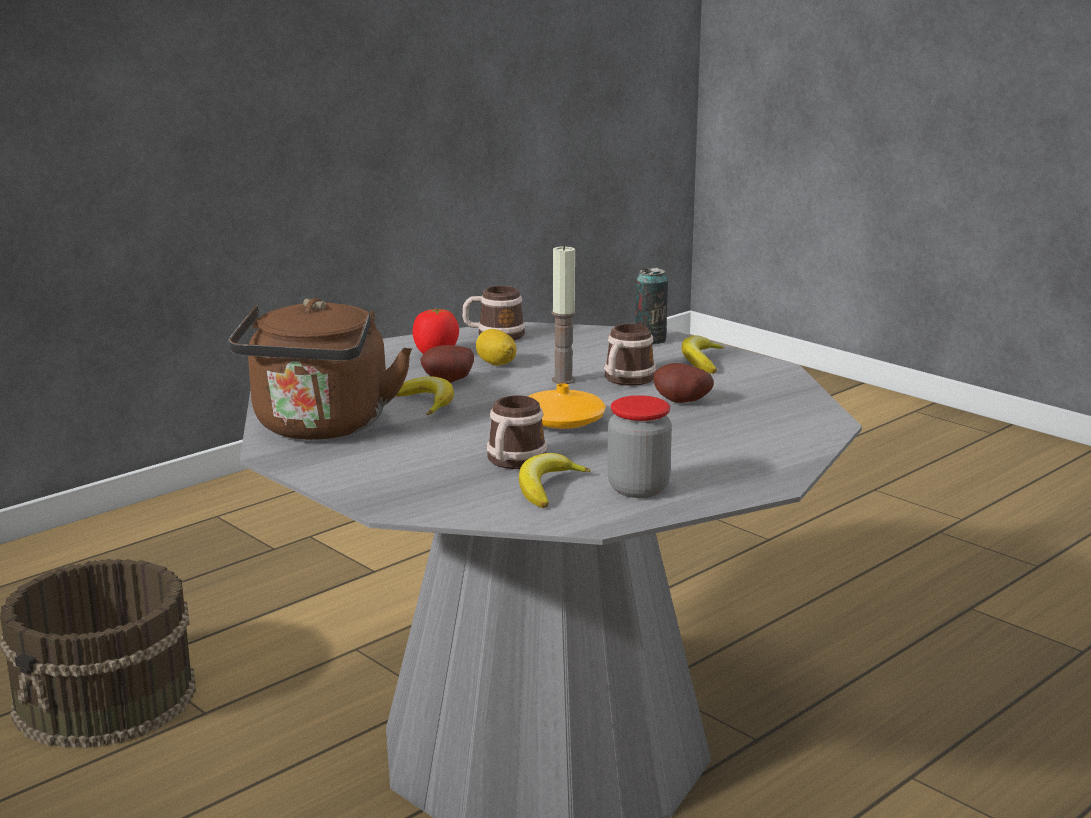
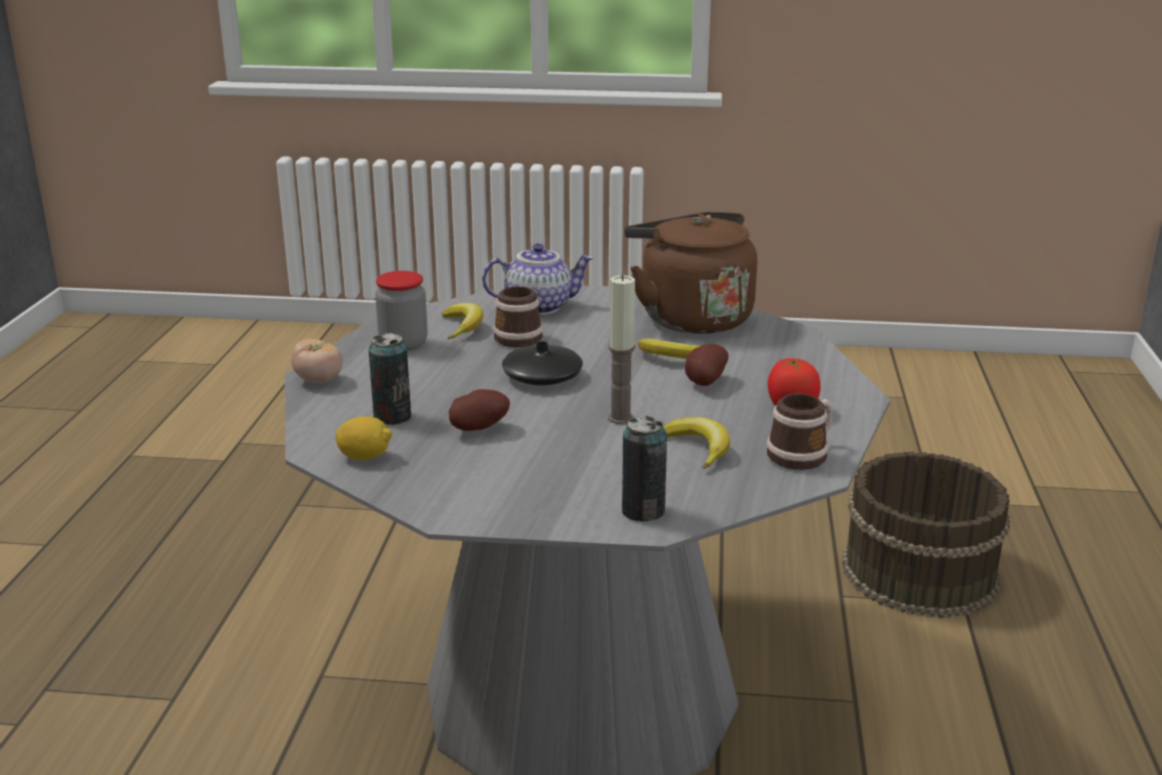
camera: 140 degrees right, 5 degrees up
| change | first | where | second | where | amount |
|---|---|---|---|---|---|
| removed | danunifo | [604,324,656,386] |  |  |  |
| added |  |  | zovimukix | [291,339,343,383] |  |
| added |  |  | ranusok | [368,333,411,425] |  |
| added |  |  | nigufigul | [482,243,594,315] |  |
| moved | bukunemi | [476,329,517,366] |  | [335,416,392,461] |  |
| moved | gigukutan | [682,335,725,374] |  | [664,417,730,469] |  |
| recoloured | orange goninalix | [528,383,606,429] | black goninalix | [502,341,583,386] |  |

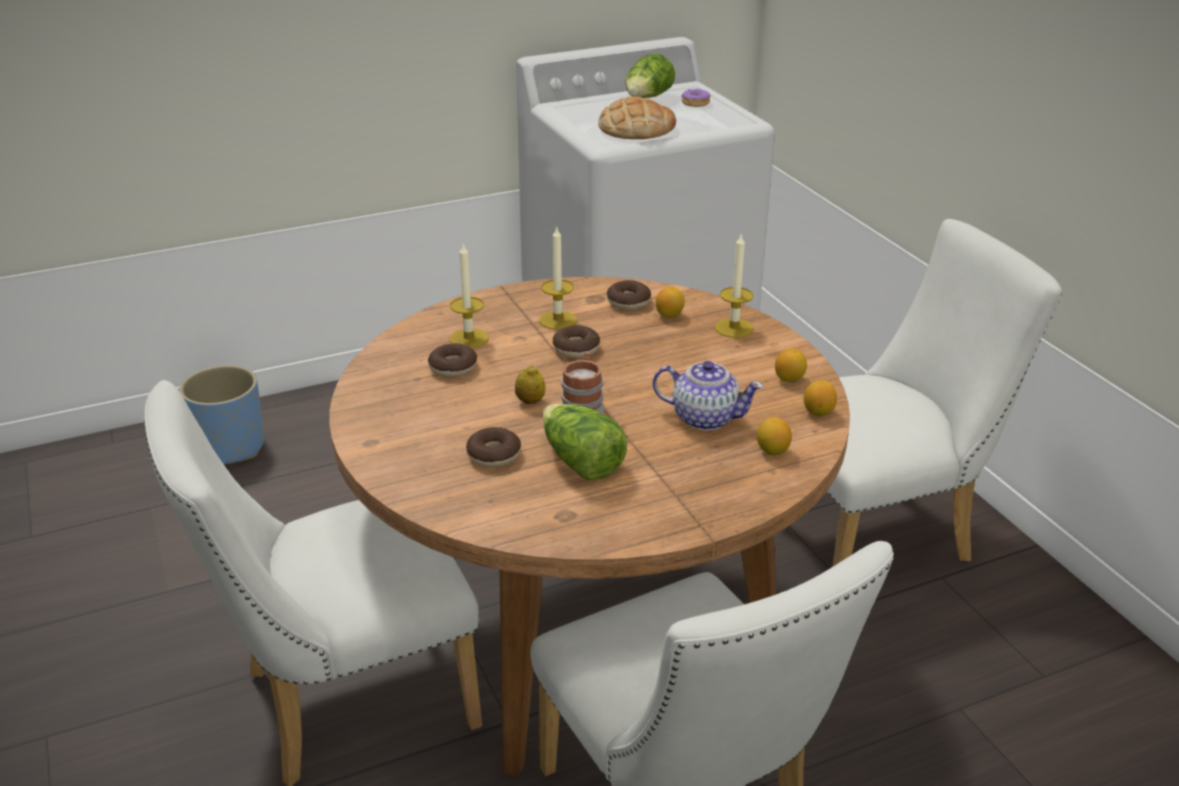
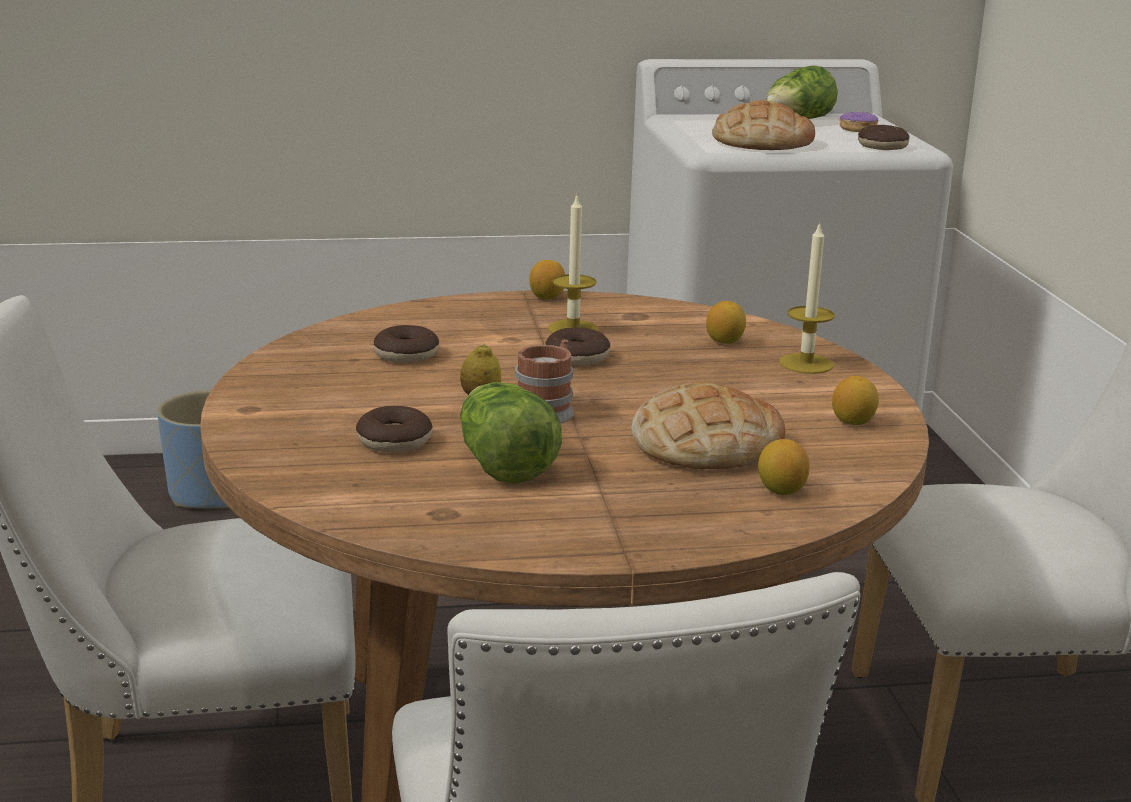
camera: 15 degrees right, 10 degrees down
| change | first | where | second | where | amount |
|---|---|---|---|---|---|
| removed | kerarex | [450,244,488,348] |  |  |  |
| moved | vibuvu | [607,280,651,310] |  | [858,125,909,150] |  |
| moved | bukunemi | [804,380,837,416] |  | [529,260,565,300] |  |
| replaced | nigufigul | [653,361,764,431] | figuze | [631,381,785,469] |  |

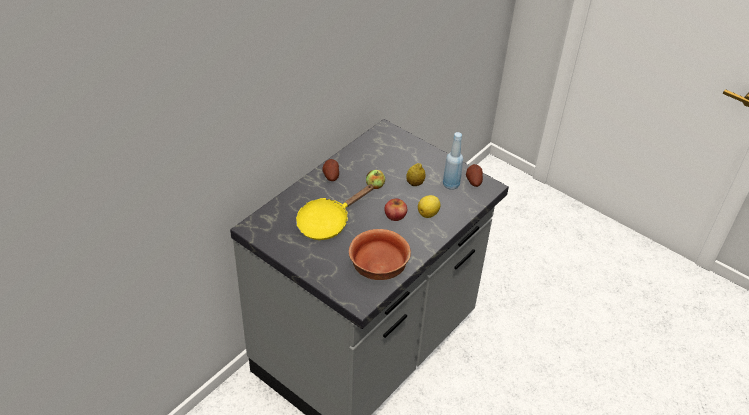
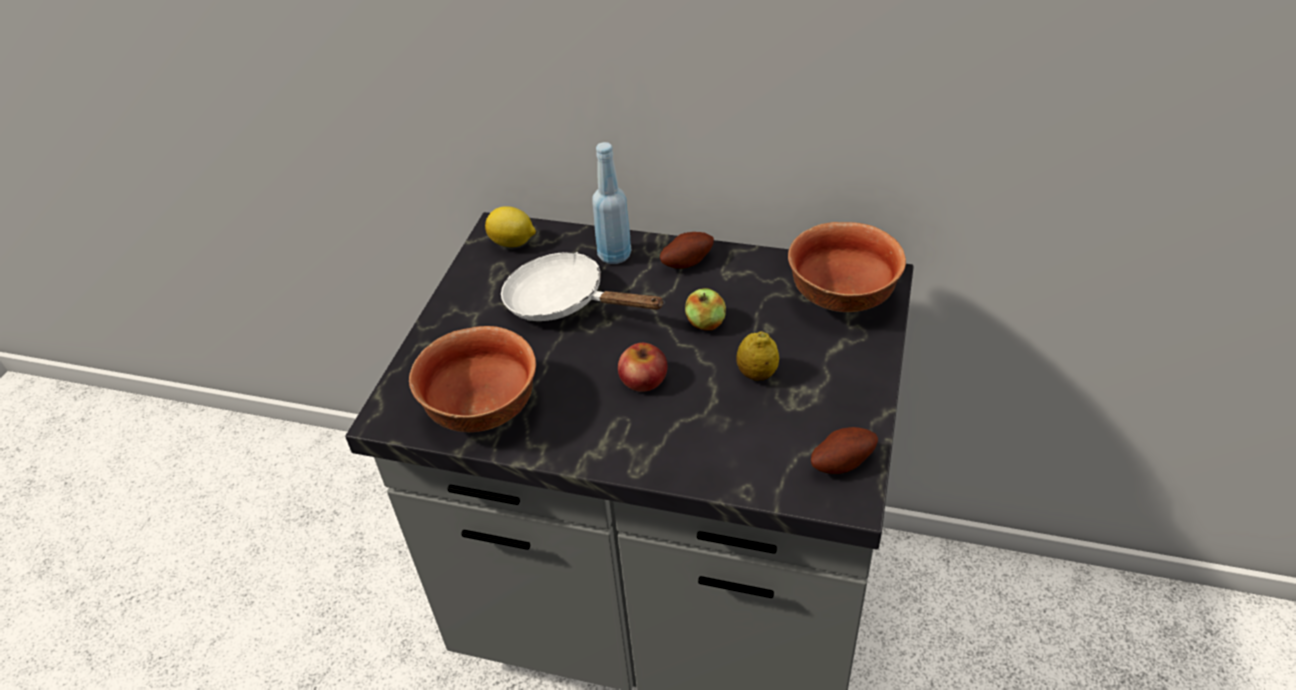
camera: 70 degrees right, 0 degrees up
| change | first | where | second | where | amount |
|---|---|---|---|---|---|
| added |  |  | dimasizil | [788,222,906,312] |  |
| moved | bukunemi | [418,195,441,218] |  | [485,206,536,247] |  |
| moved | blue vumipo | [443,132,463,190] |  | [592,142,631,264] |  |
| recoloured | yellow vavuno | [296,184,374,240] | white vavuno | [501,252,665,321] |  |

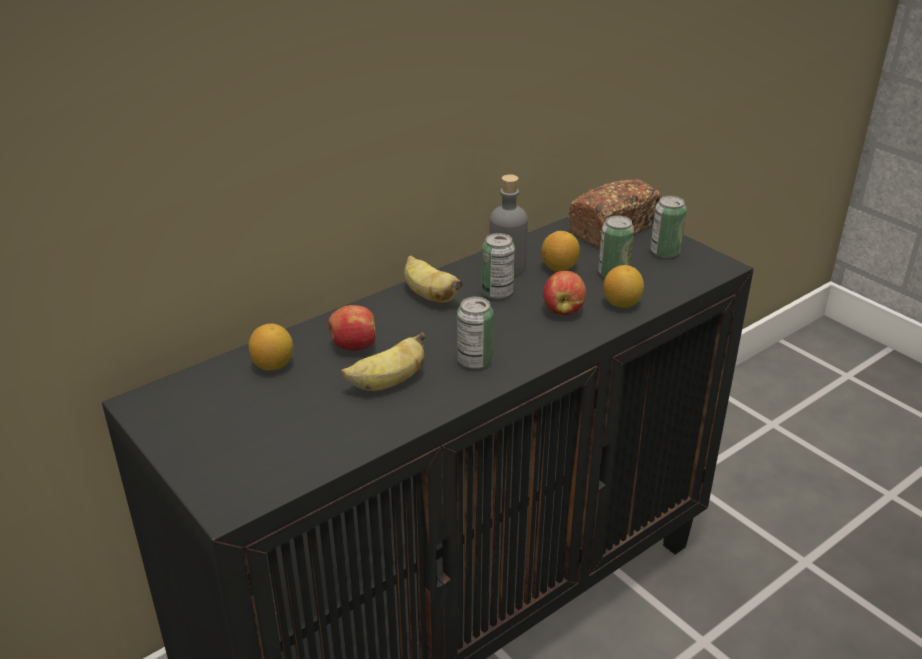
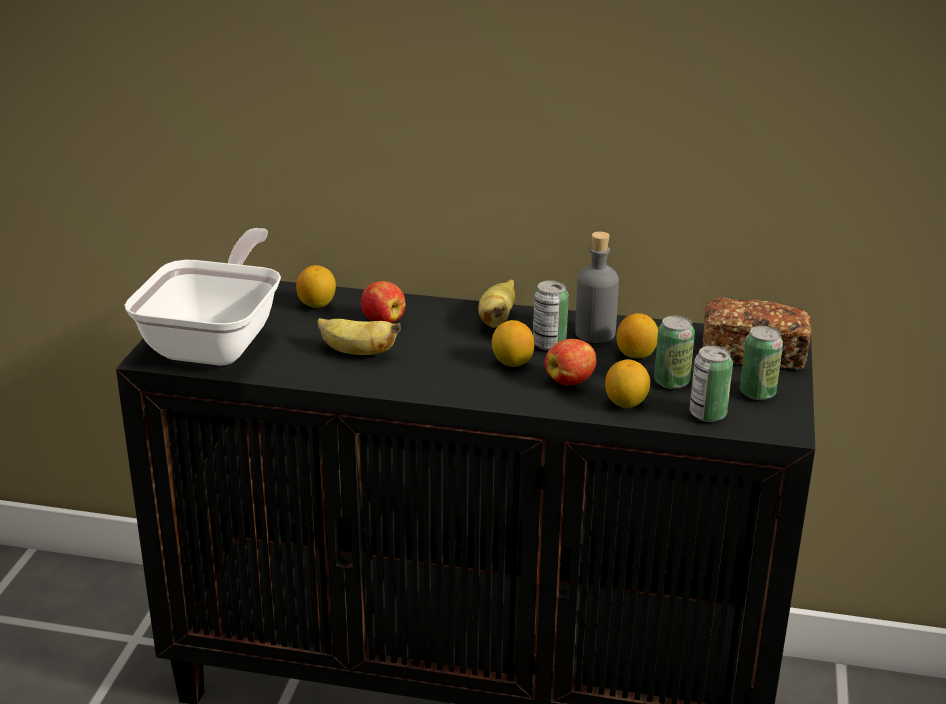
camera: 50 degrees right, 5 degrees down
| change | first | where | second | where | amount |
|---|---|---|---|---|---|
| added |  |  | vavuno | [125,228,281,365] |  |
| added |  |  | bukunemi | [492,320,535,367] |  |
| moved | ranusok | [457,297,494,369] |  | [690,346,733,422] |  |

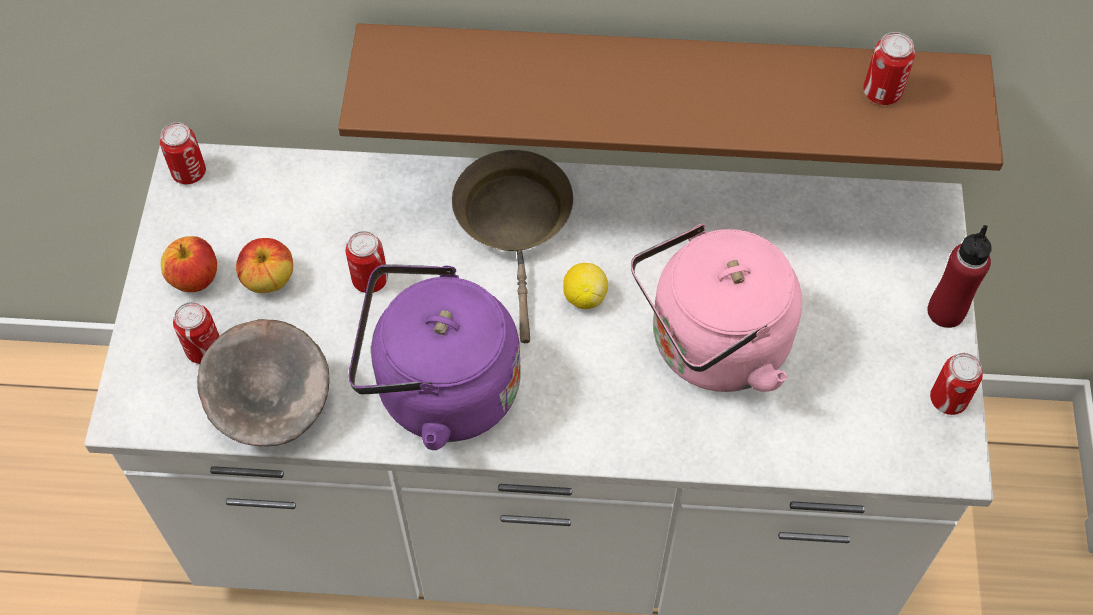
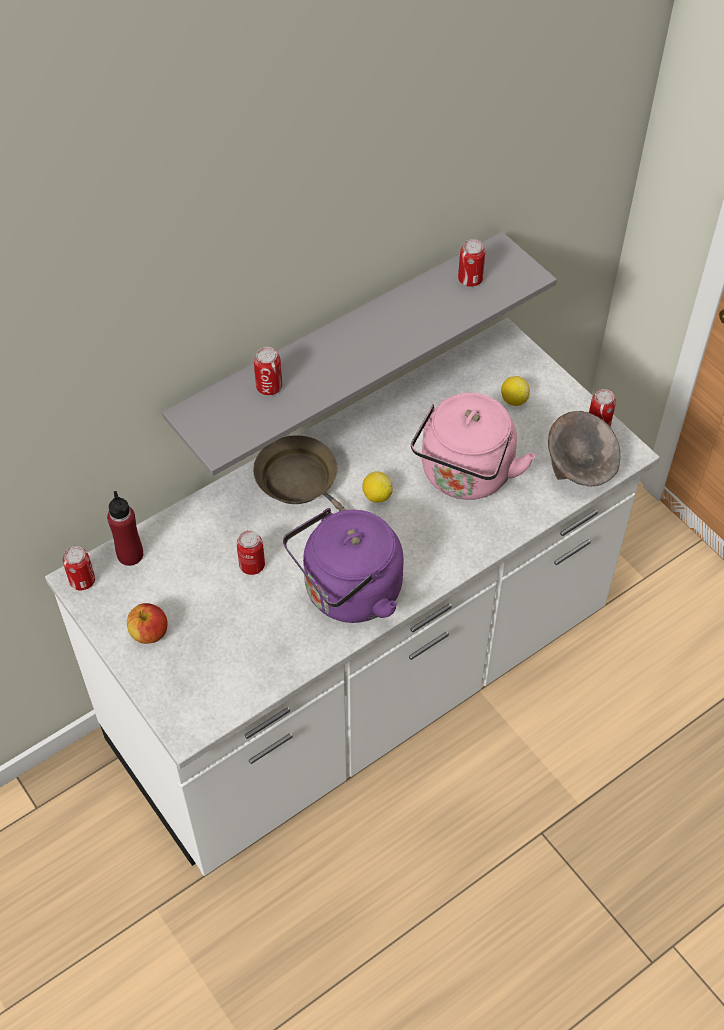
camera: 40 degrees left, 5 degrees down
| change | first | where | second | where | amount |
|---|---|---|---|---|---|
| removed | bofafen | [236,238,293,293] |  |  |  |
| added |  |  | bukunemi | [501,376,530,406] |  |
| moved | ranusok | [173,302,219,364] |  | [254,347,282,395] |  |
| moved | grey dimasizil | [197,319,330,446] |  | [548,411,620,486] |  |
| moved | red vumipo | [927,225,992,328] |  | [107,491,143,566] |  |
| recoloured | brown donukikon | [338,23,1004,171] | grey donukikon | [162,232,557,476] |  |

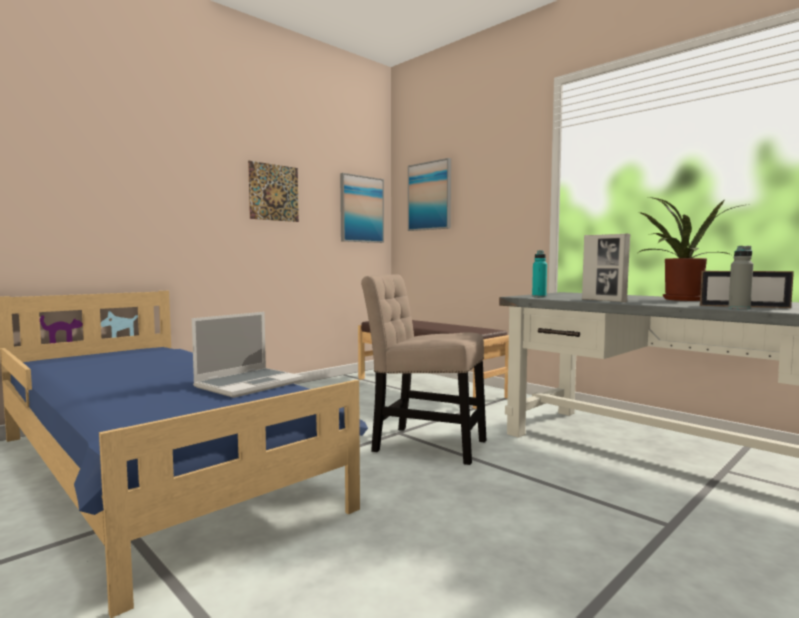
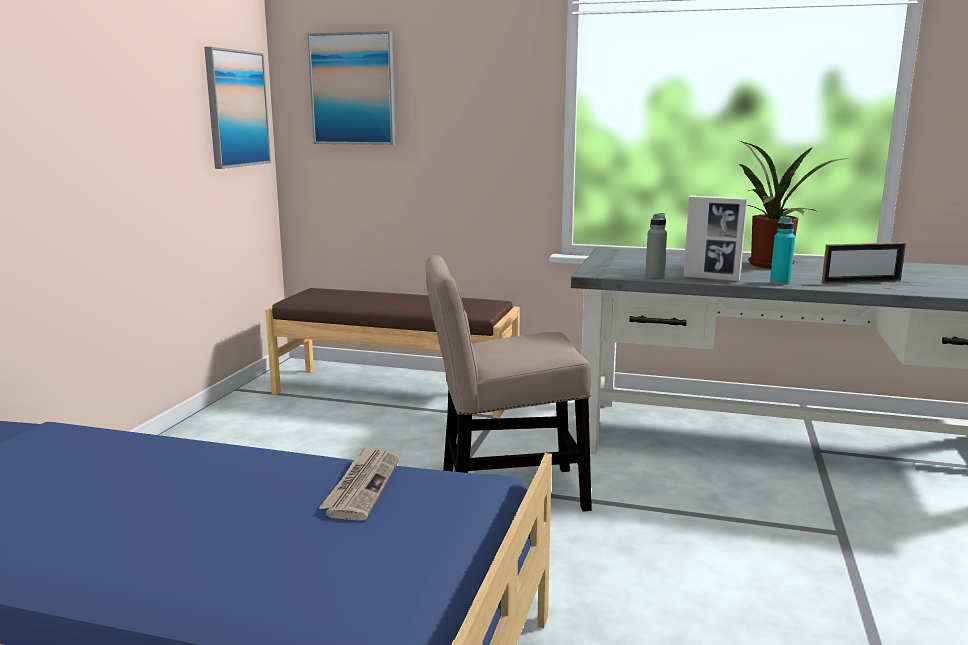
camera: 30 degrees left, 10 degrees up
| change | first | where | second | where | amount |
|---|---|---|---|---|---|
| removed | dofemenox | [248,161,299,222] |  |  |  |
| moved | turquoise vumipo | [532,250,547,297] |  | [770,216,795,285] |  |
| moved | grey vumipo | [728,246,753,310] |  | [645,213,667,279] |  |
| replaced | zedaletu | [192,312,303,398] | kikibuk | [319,446,400,521] |  |

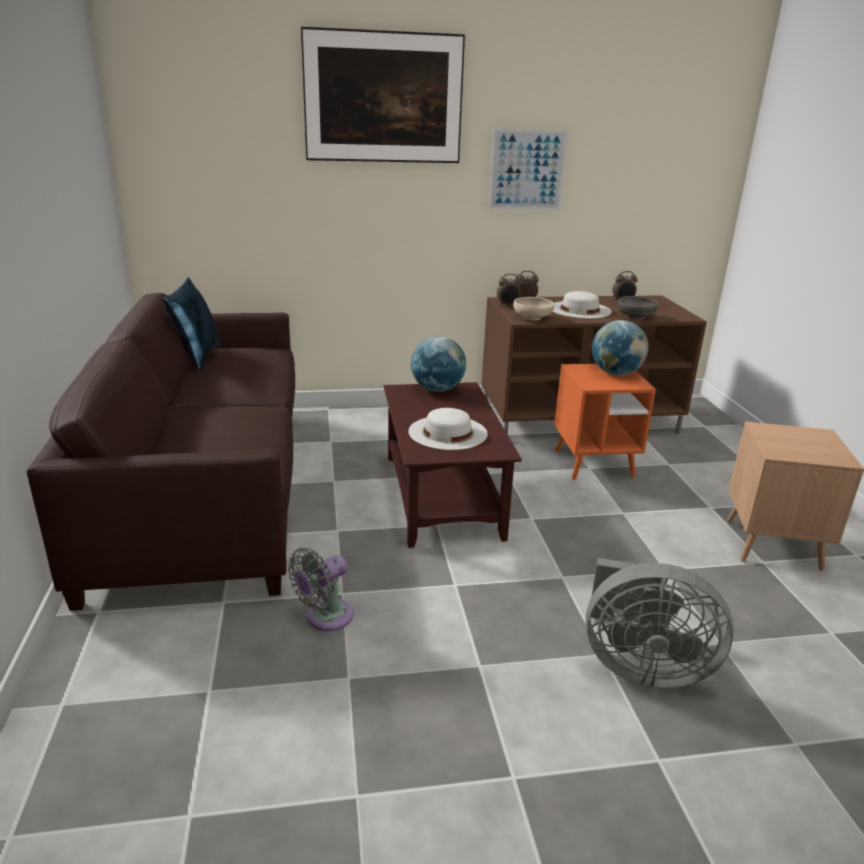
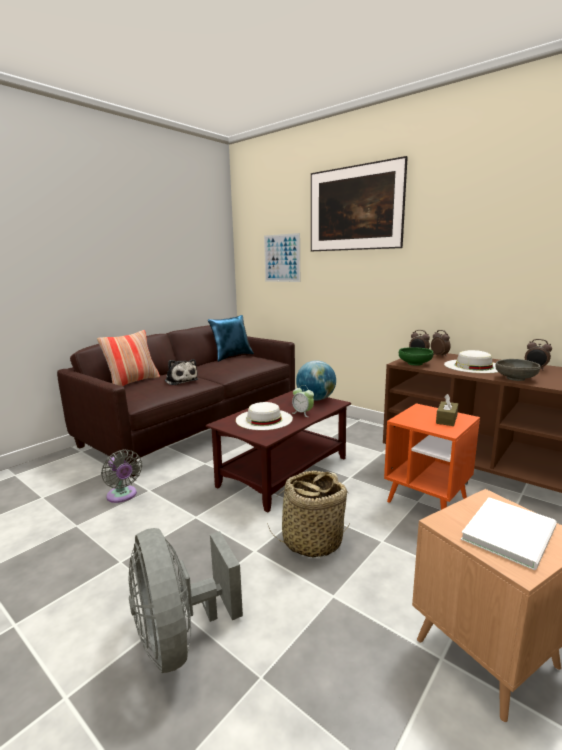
camera: 50 degrees right, 10 degrees down
| change | first | where | second | where | amount |
|---|---|---|---|---|---|
| added |  |  | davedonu | [97,330,160,386] |  |
| added |  |  | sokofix | [165,359,198,385] |  |
| added |  |  | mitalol | [267,471,349,558] |  |
| added |  |  | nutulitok | [292,385,314,417] |  |
| added |  |  | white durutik | [461,497,557,570] |  |
| moved | dofemenox | [489,129,568,210] |  | [264,233,300,282] |  |
| replaced | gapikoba | [592,320,649,375] | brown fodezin | [436,394,458,426] |  |
| recoloured | beige dimasizil | [513,297,554,320] | green dimasizil | [399,347,433,366] |  |
| turned | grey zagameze | [288,548,353,631] |  | [101,450,142,503] | 135 degrees counterclockwise |

